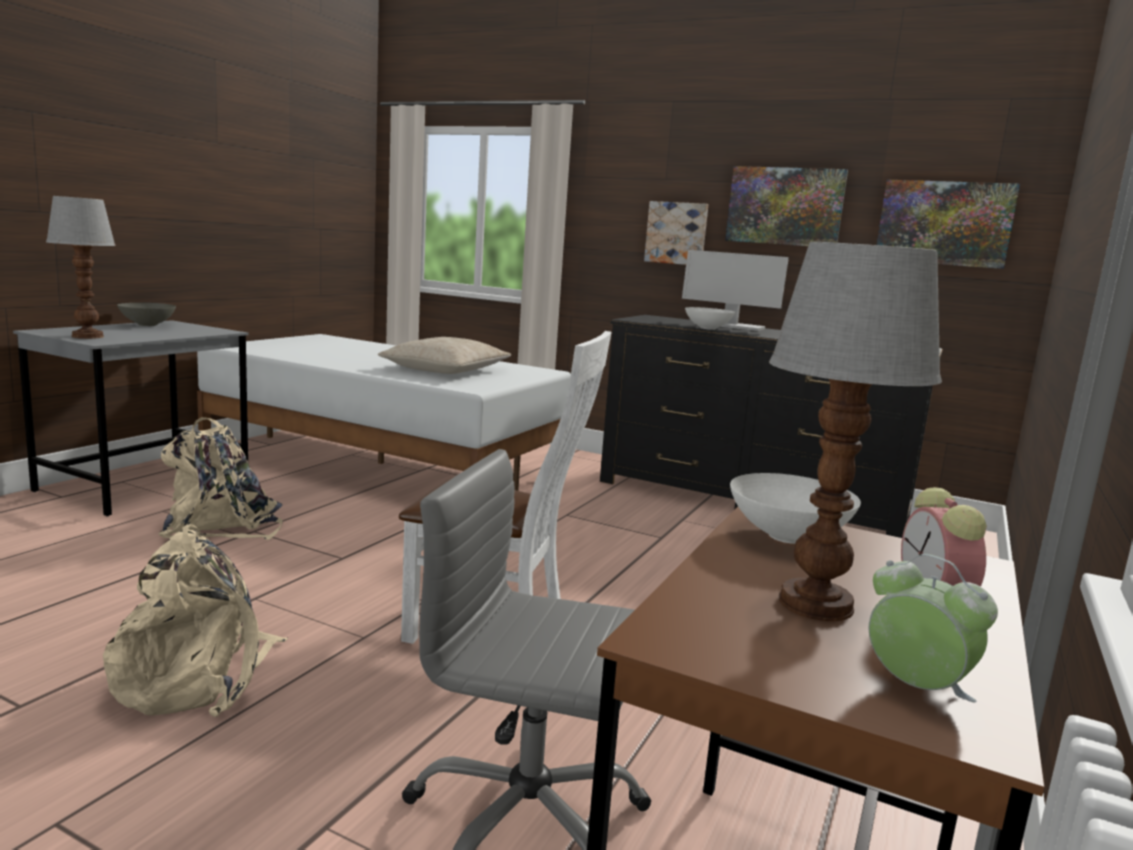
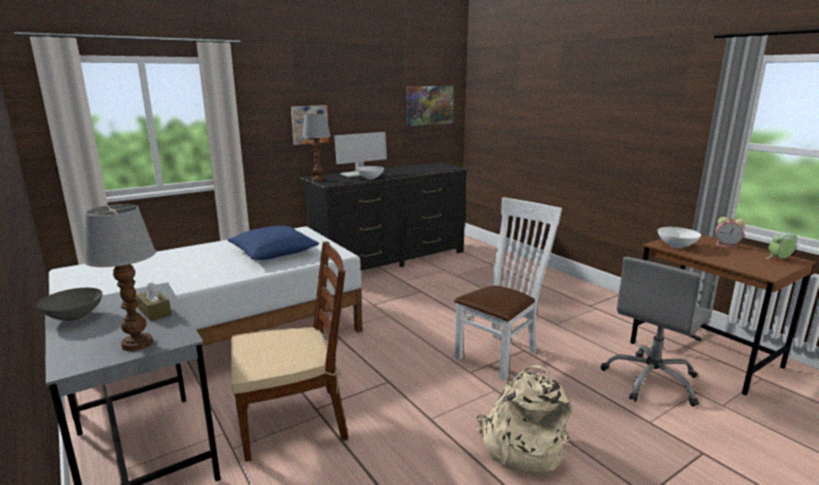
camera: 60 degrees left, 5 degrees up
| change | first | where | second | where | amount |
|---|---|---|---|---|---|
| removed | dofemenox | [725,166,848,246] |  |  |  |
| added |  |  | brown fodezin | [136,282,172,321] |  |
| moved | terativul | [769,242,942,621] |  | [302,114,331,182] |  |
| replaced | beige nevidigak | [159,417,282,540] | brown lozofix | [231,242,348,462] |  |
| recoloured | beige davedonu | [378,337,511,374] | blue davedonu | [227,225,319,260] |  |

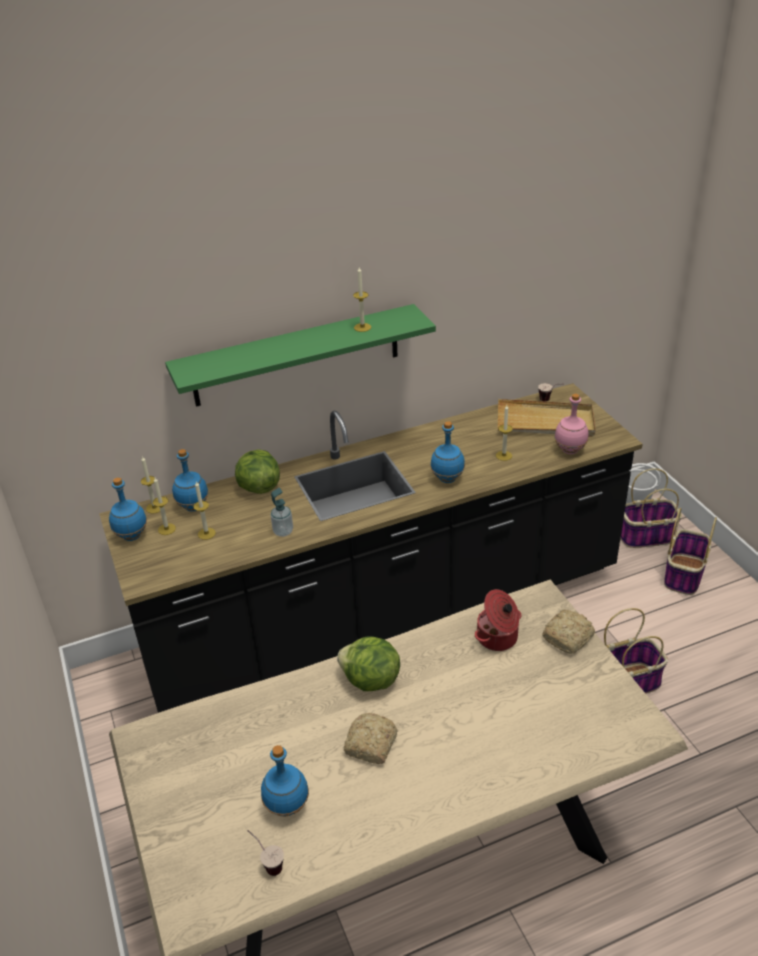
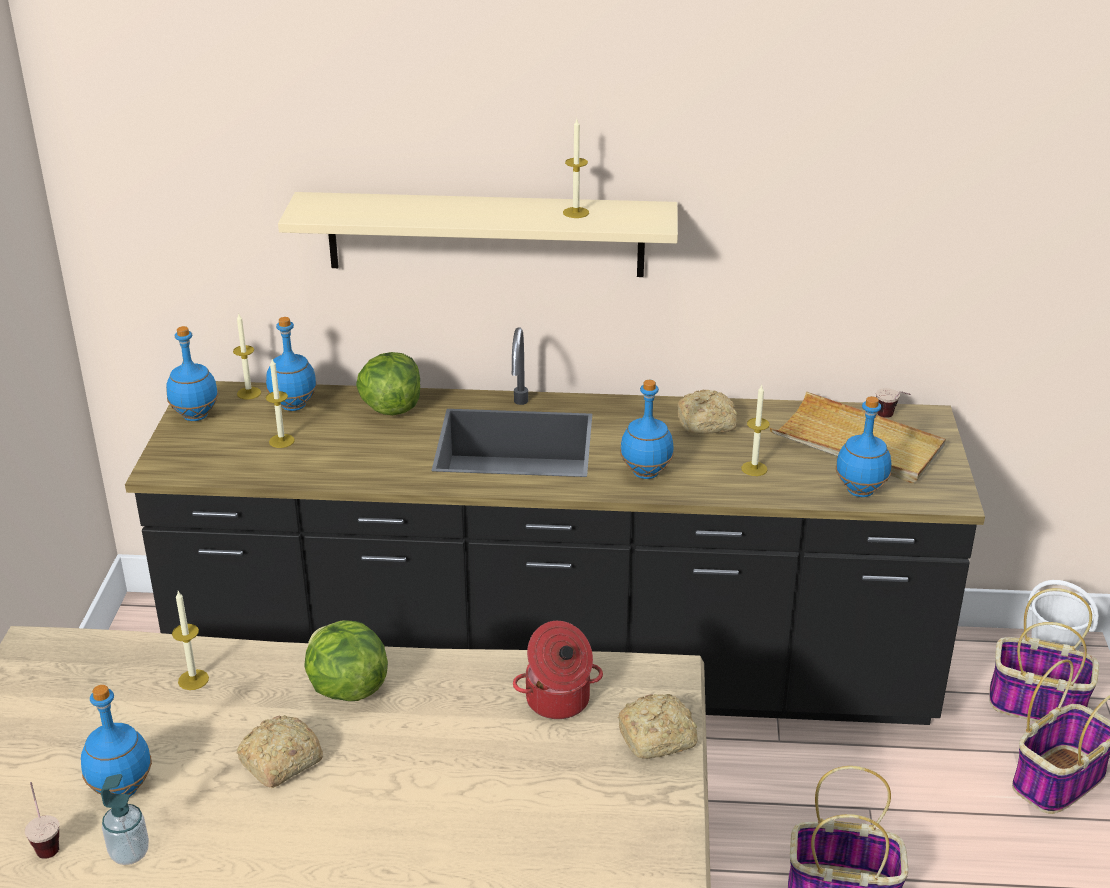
camera: 25 degrees right, 5 degrees down
| change | first | where | second | where | amount |
|---|---|---|---|---|---|
| added |  |  | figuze | [677,390,737,434] |  |
| moved | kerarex | [153,478,176,535] |  | [172,591,209,690] |  |
| moved | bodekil | [271,488,293,537] |  | [101,774,149,865] |  |
| recoloured | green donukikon | [165,304,436,407] | beige donukikon | [278,192,678,277] |  |
| recoloured | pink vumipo | [554,393,588,454] | blue vumipo | [836,396,891,497] |  |

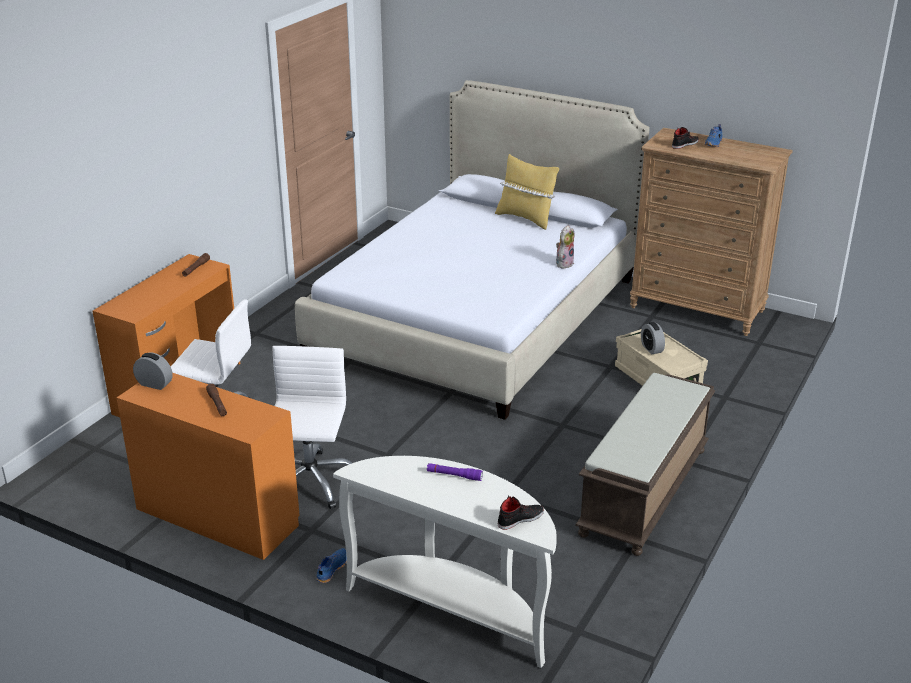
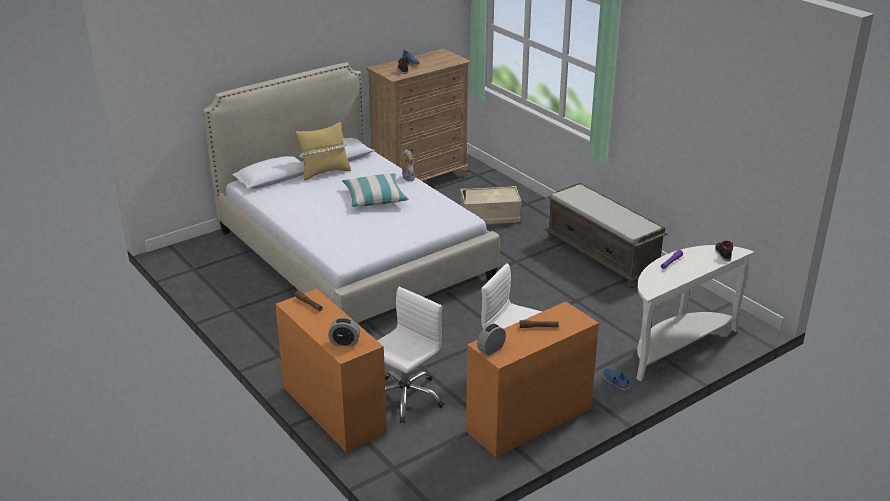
camera: 65 degrees left, 0 degrees up
| change | first | where | second | where | amount |
|---|---|---|---|---|---|
| added |  |  | davedonu | [342,173,409,206] |  |
| moved | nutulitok | [641,322,665,355] |  | [328,318,360,347] |  |

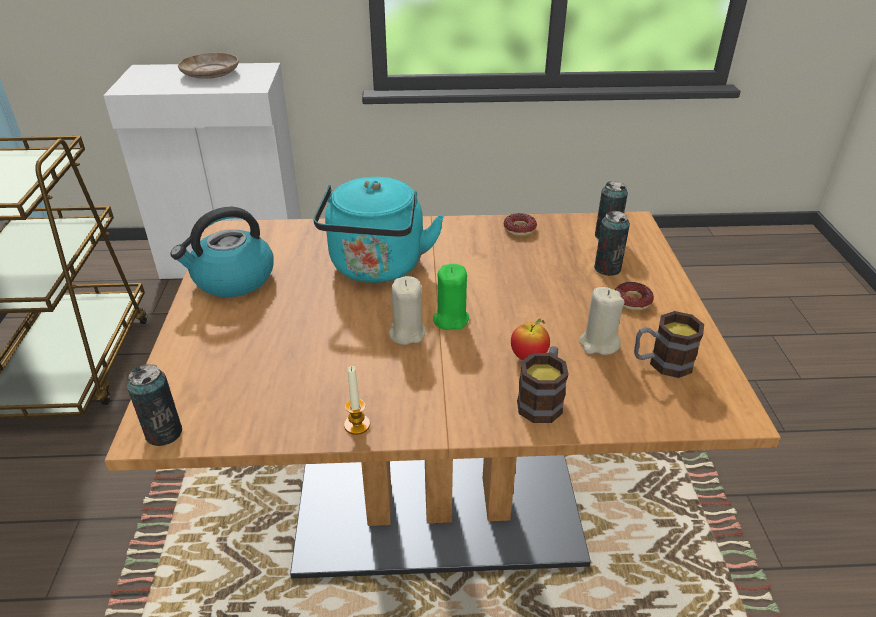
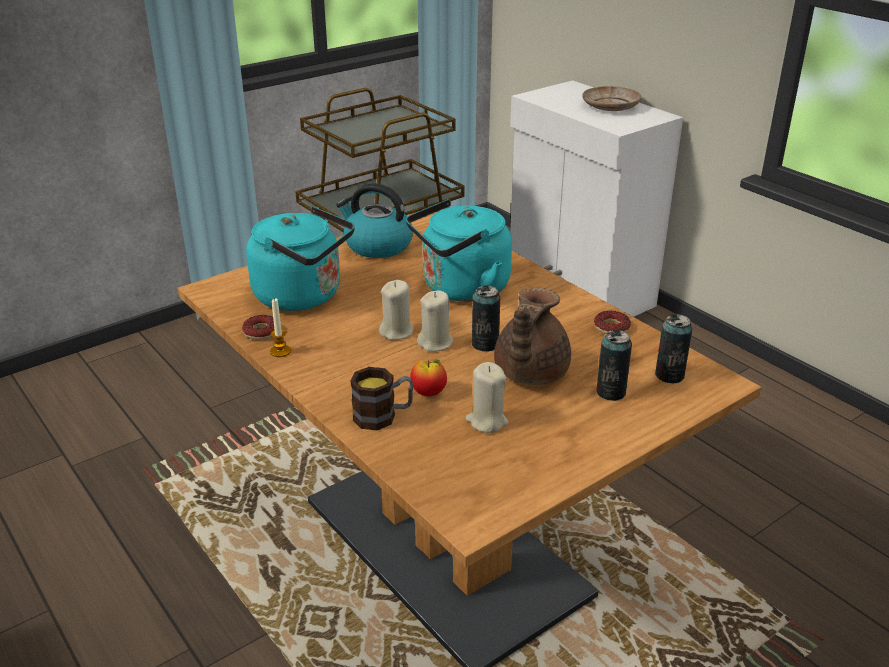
camera: 55 degrees right, 5 degrees down
| change | first | where | second | where | amount |
|---|---|---|---|---|---|
| removed | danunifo | [634,311,704,378] |  |  |  |
| added |  |  | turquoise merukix | [246,206,355,311] |  |
| added |  |  | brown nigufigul | [494,287,571,385] |  |
| moved | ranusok | [127,364,182,446] |  | [472,285,500,352] |  |
| moved | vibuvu | [615,282,654,310] |  | [242,315,274,340] |  |
| recoloured | green kerarex | [433,264,469,330] | beige kerarex | [417,290,453,352] |  |

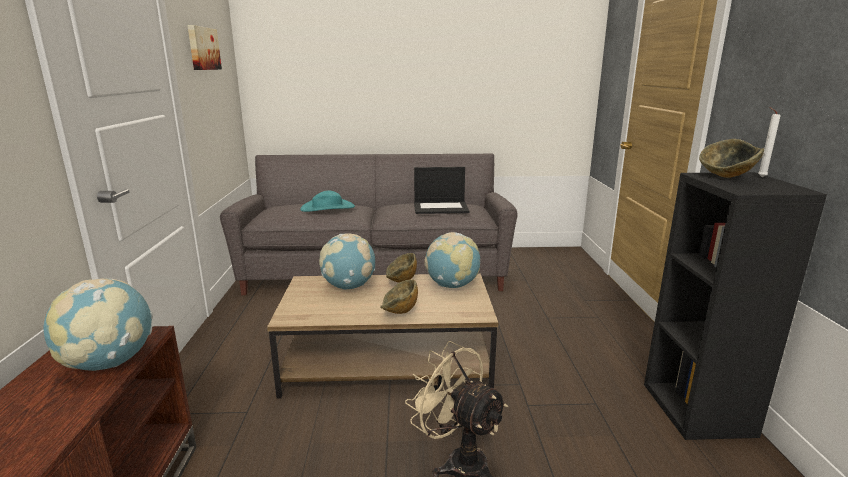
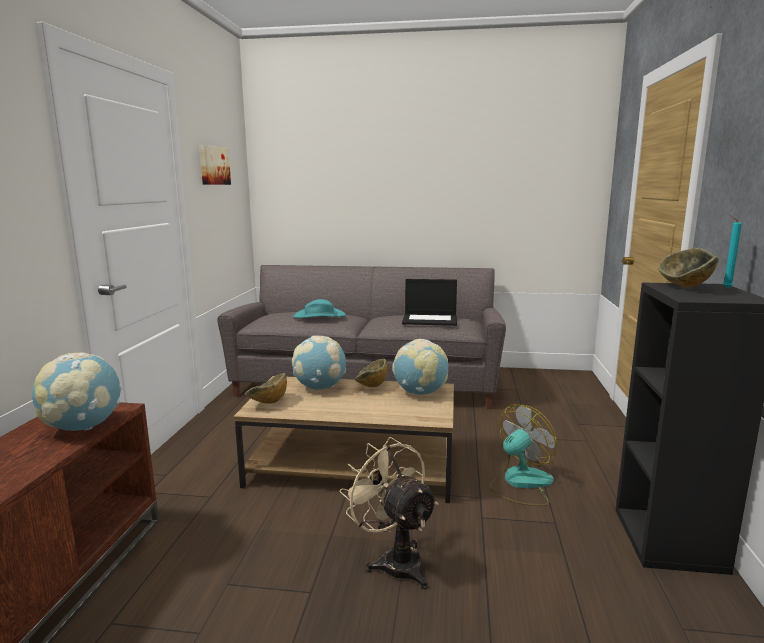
camera: 10 degrees right, 5 degrees down
| change | first | where | second | where | amount |
|---|---|---|---|---|---|
| added |  |  | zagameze | [490,404,557,506] |  |
| moved | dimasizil | [380,279,418,314] |  | [245,373,287,404] |  |
| recoloured | white kerarex | [758,107,781,177] | turquoise kerarex | [723,215,742,288] |  |

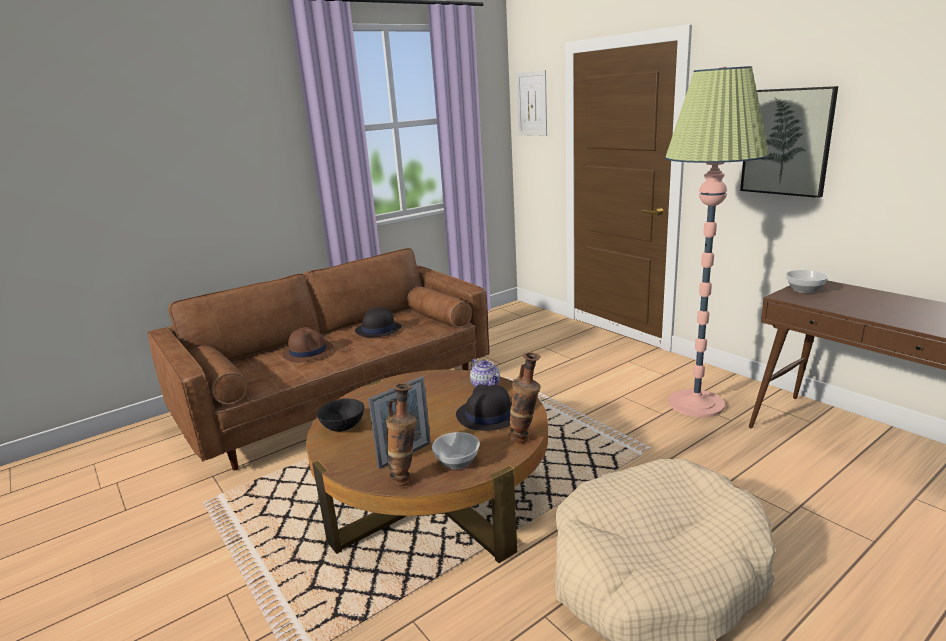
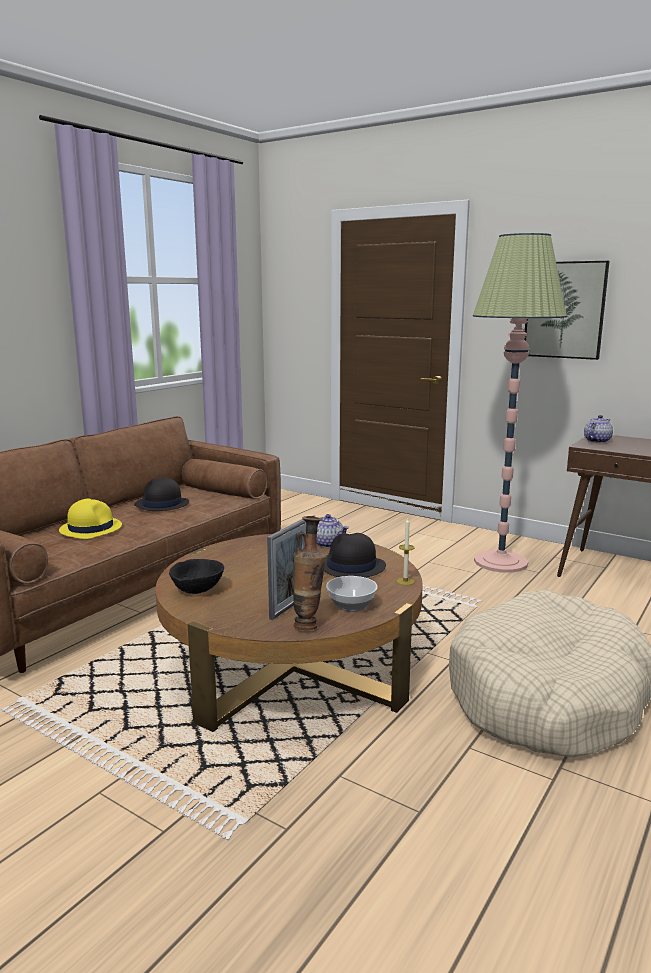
camera: 20 degrees left, 5 degrees down
| change | first | where | second | where | amount |
|---|---|---|---|---|---|
| removed | dofemenox | [517,70,547,136] |  |  |  |
| replaced | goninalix | [508,352,541,443] | kerarex | [397,518,415,585] |  |
| replaced | dimasizil | [786,270,828,293] | nigufigul | [584,415,613,443] |  |
| recoloured | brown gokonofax | [282,327,333,363] | yellow gokonofax | [59,498,122,539] |  |

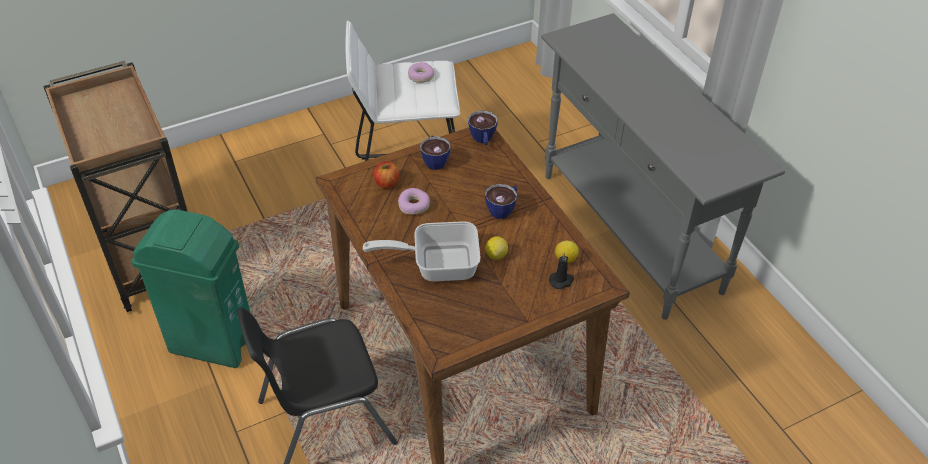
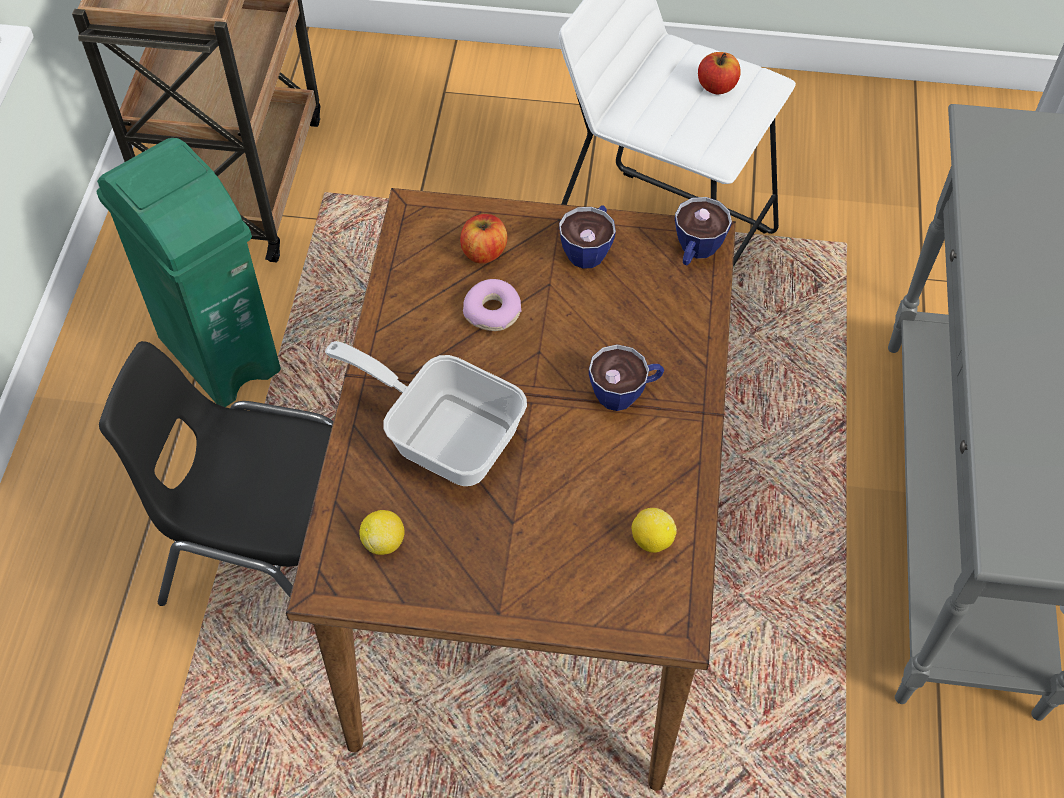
camera: 35 degrees right, 10 degrees up
| change | first | where | second | where | amount |
|---|---|---|---|---|---|
| removed | black kerarex | [549,252,574,289] |  |  |  |
| moved | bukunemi | [485,236,508,260] |  | [360,510,405,555] |  |
| replaced | vibuvu | [408,62,435,83] | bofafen | [698,52,741,94] |  |

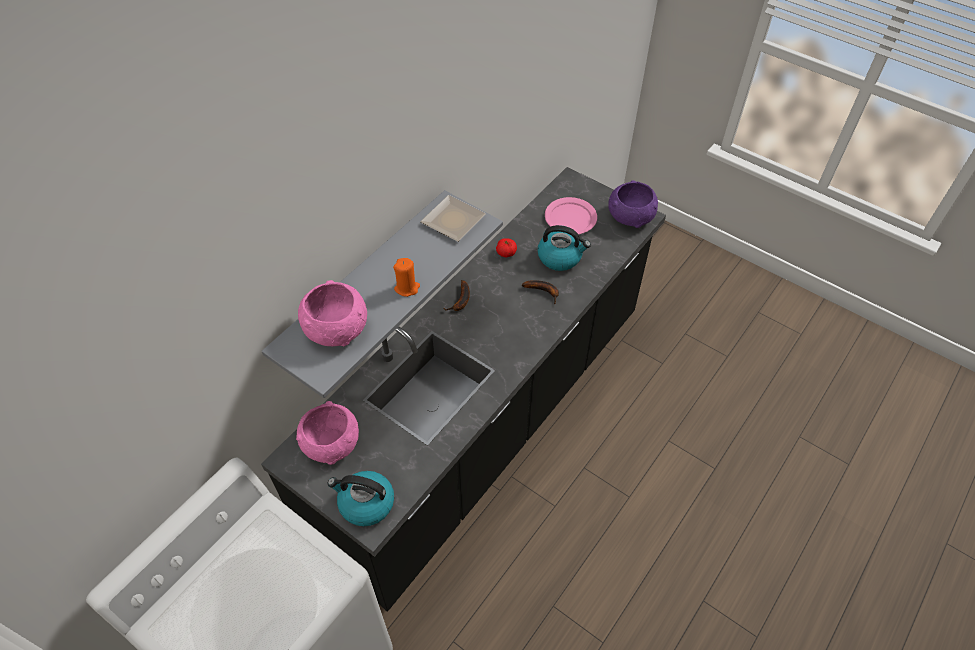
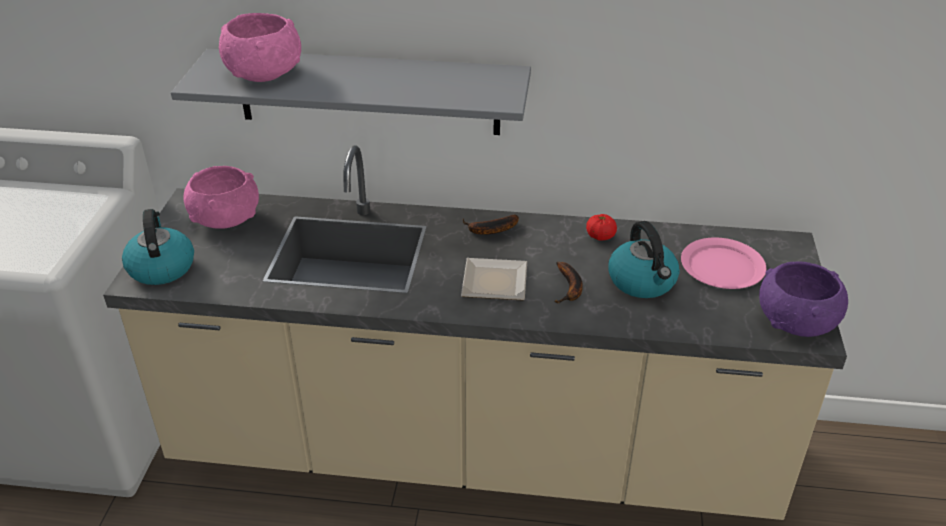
camera: 60 degrees right, 15 degrees down
| change | first | where | second | where | amount |
|---|---|---|---|---|---|
| removed | orange kerarex | [393,258,420,297] |  |  |  |
| moved | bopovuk | [420,195,486,242] |  | [461,258,527,301] |  |
| recoloured | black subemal | [261,167,666,612] | beige subemal | [103,145,847,520] |  |

